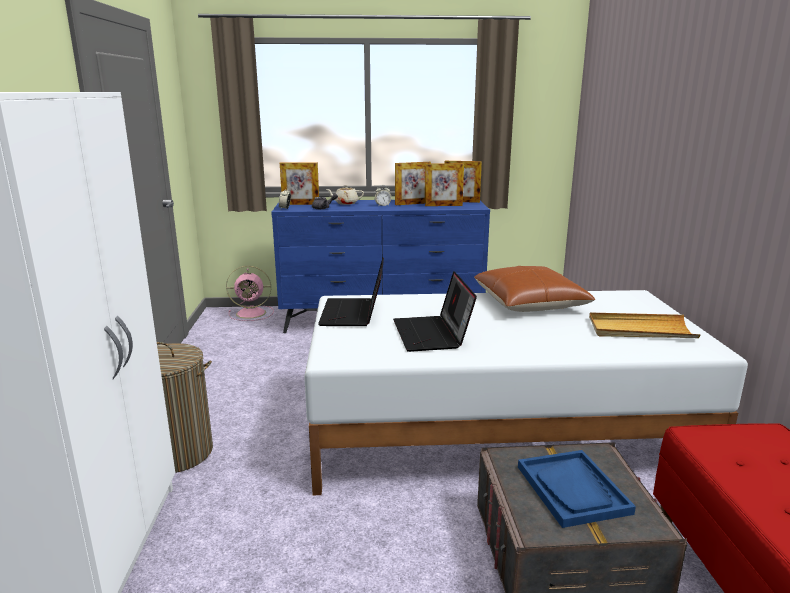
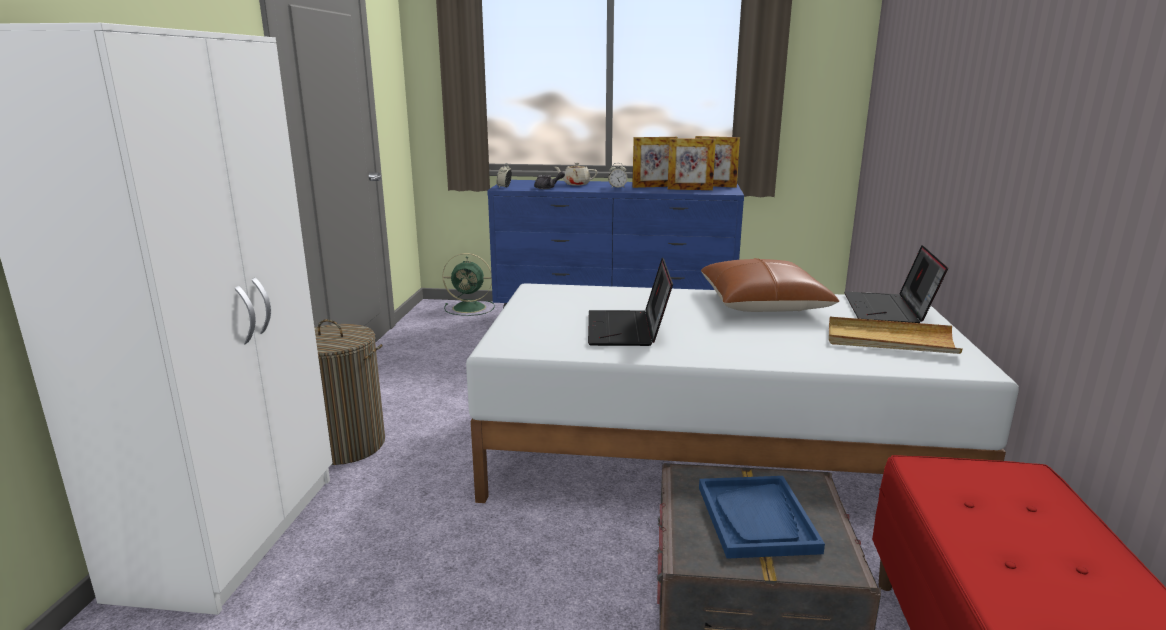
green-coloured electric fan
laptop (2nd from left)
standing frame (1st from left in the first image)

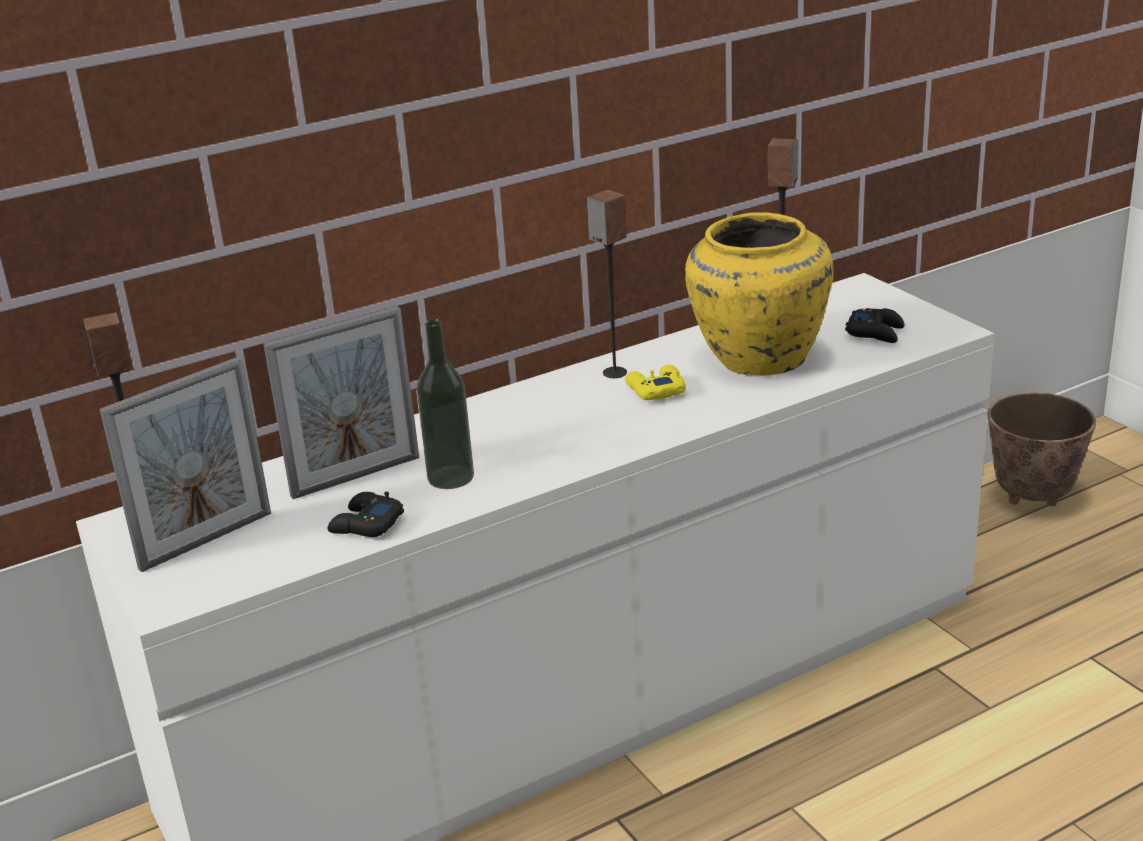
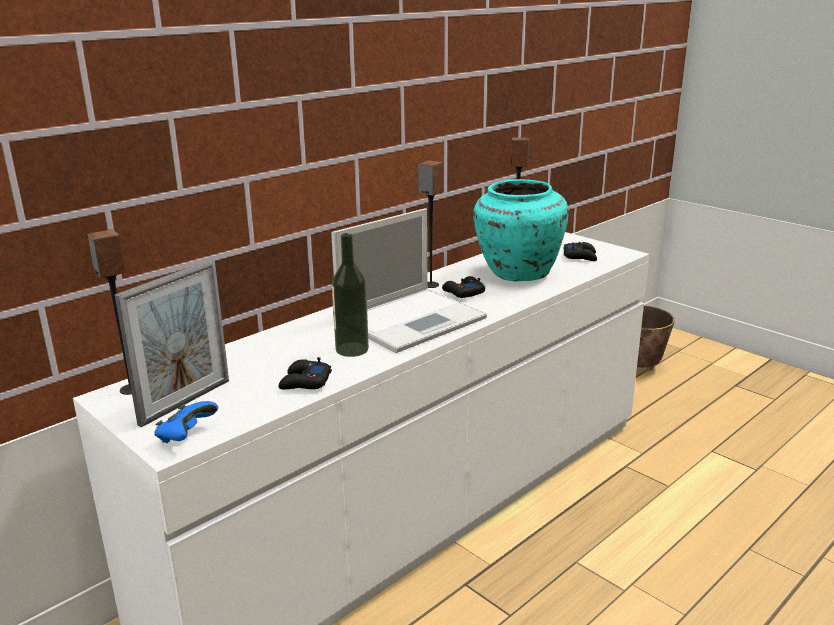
blue joypad
laptop
blackish joypad (2nd from left)
blue-green flower vase
standing frame (2nd from left in the first image)

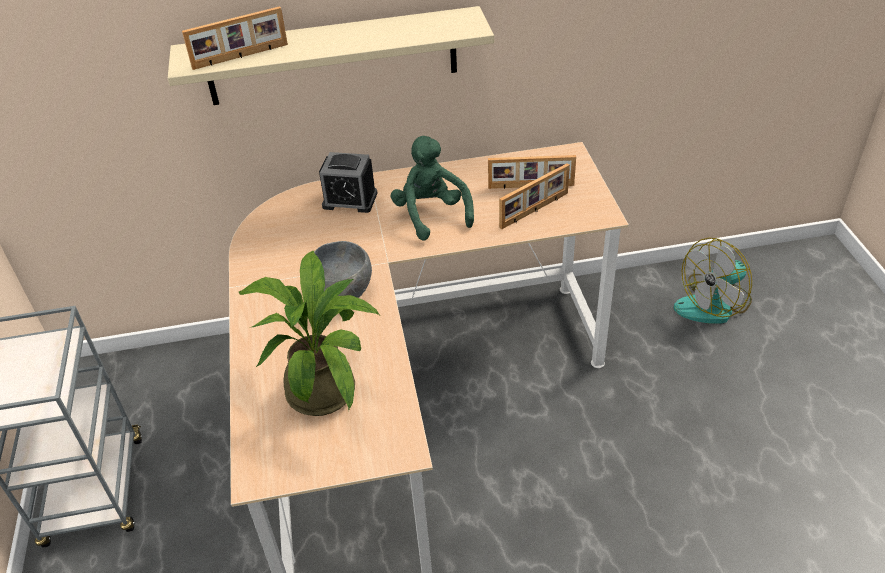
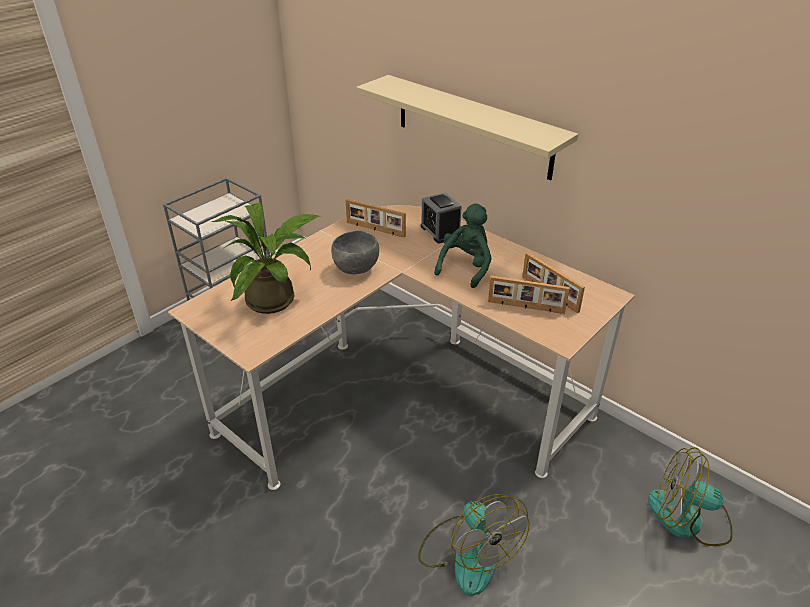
standing frame (1st from left)
electric fan (1st from left)

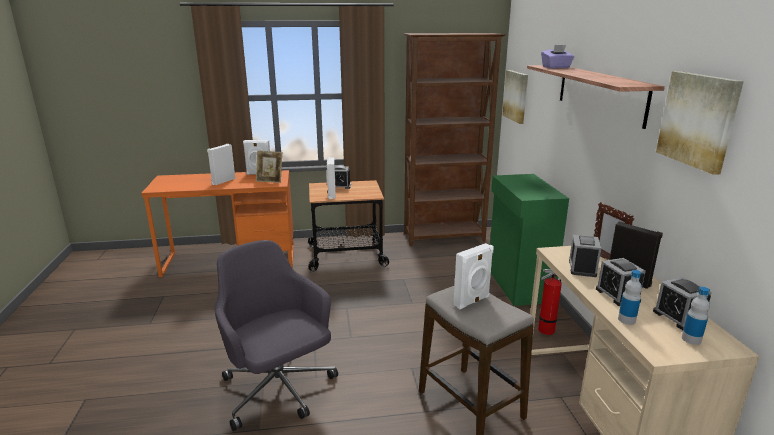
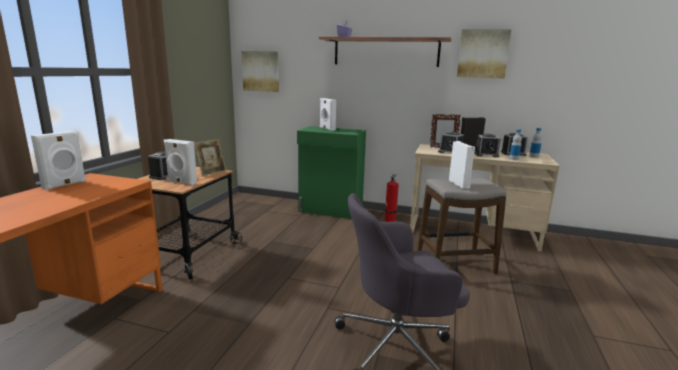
standing frame (1st from left)
white audio speaker (3rd from left)
brownish shelving unit

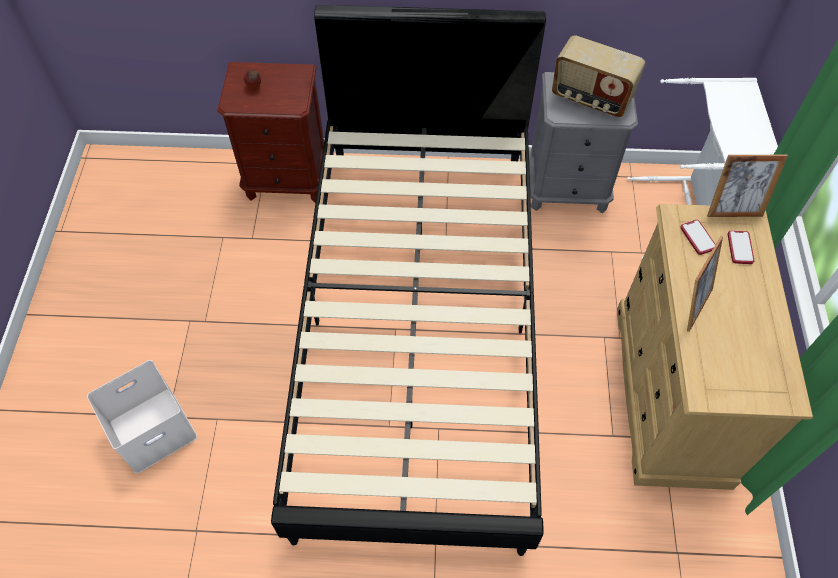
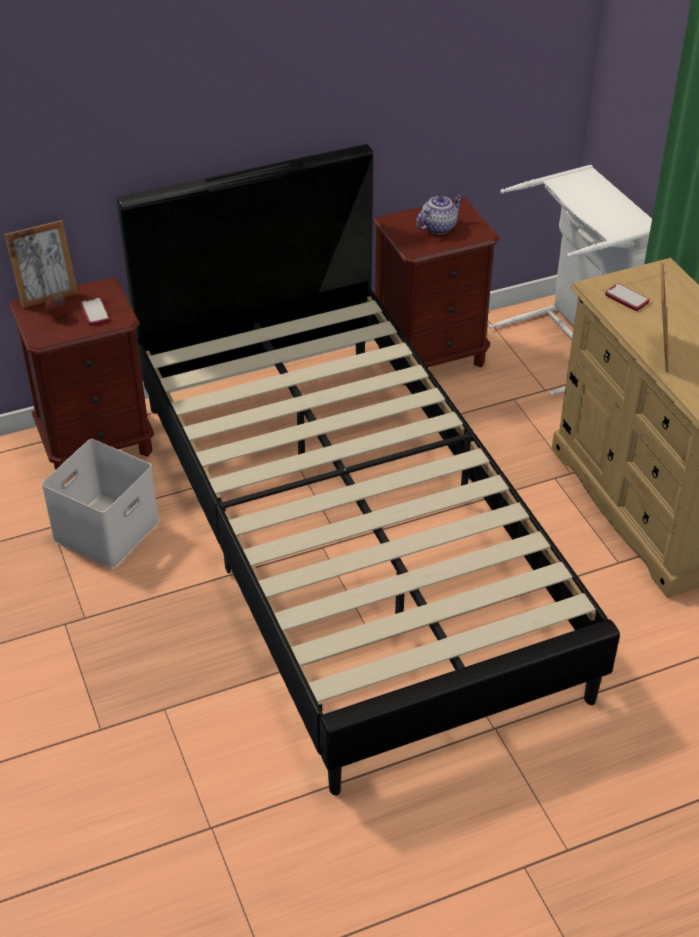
standing frame (1st from left)
white storage container
handset (1st from left)
brownish nightstand (2nd from left)
pot for tea

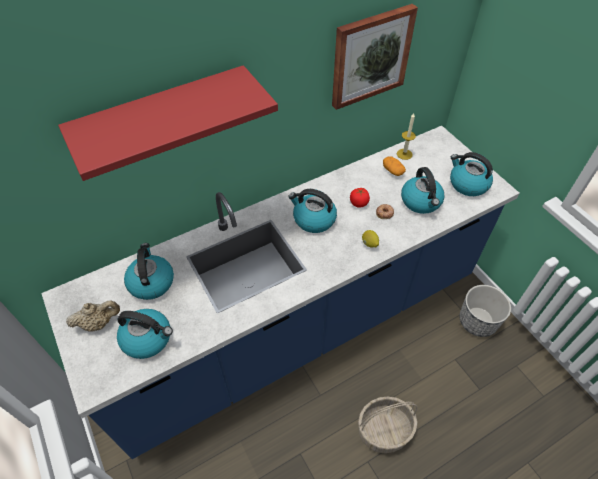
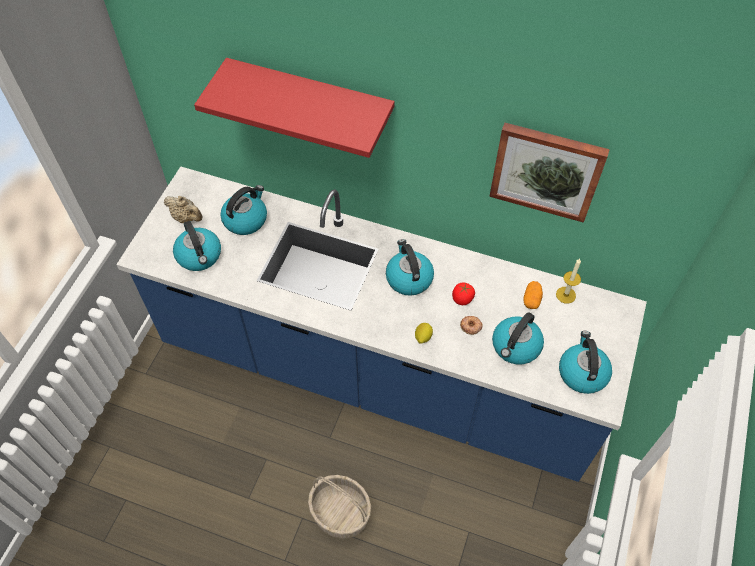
flower pot

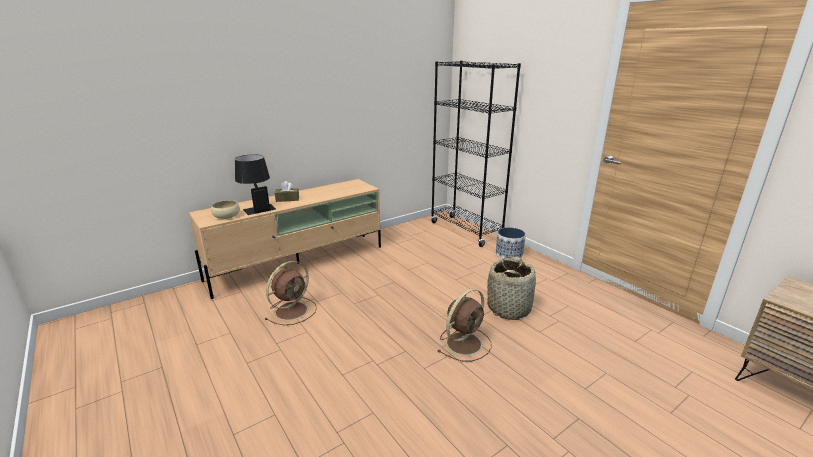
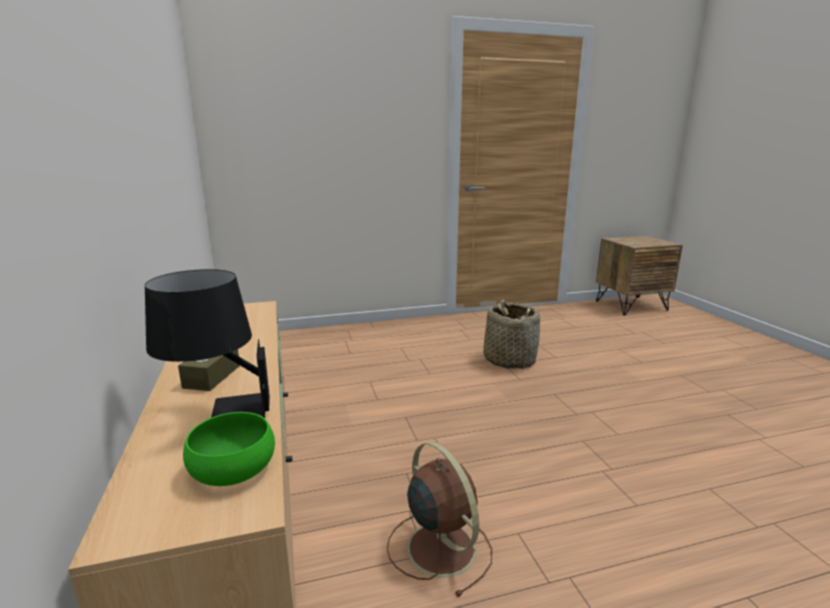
green-coloured serving bowl
blackish shelving unit
brownish electric fan (2nd from left in the first image)
flower pot

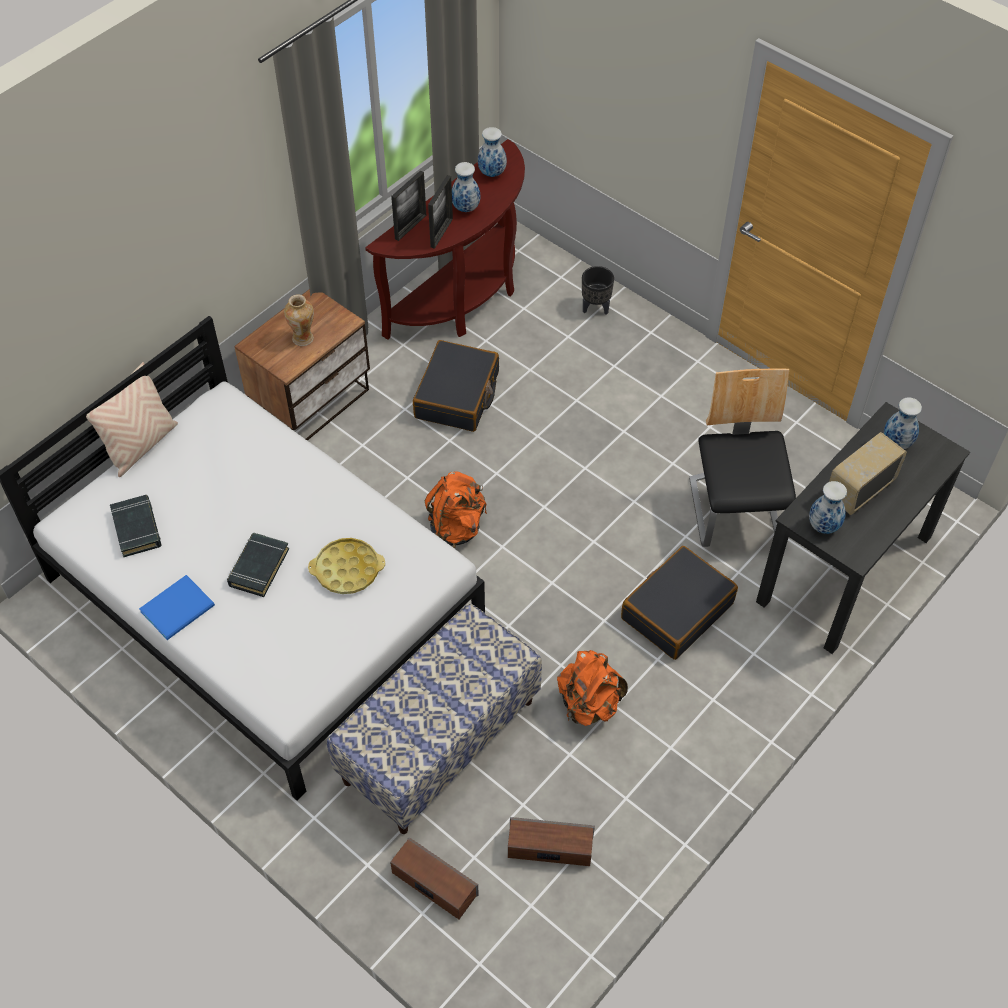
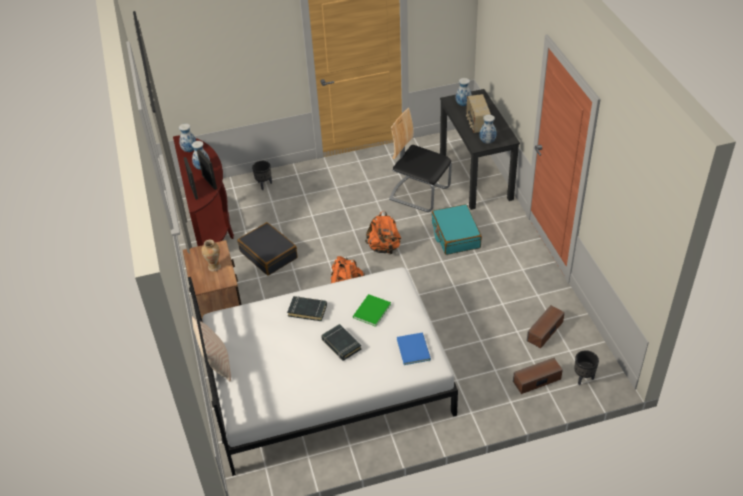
blackish book (1st from left)
green-coloured book
orangey knapsack (2nd from left)
blue book
blue-green suitcase
blackish flower pot (2nd from left)
long seat

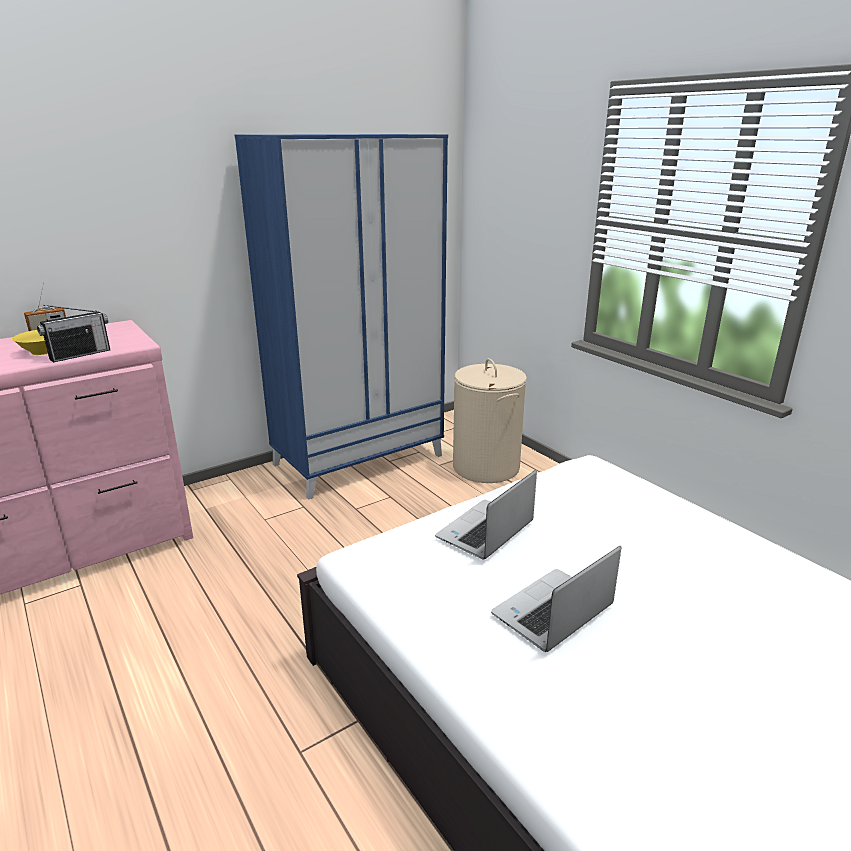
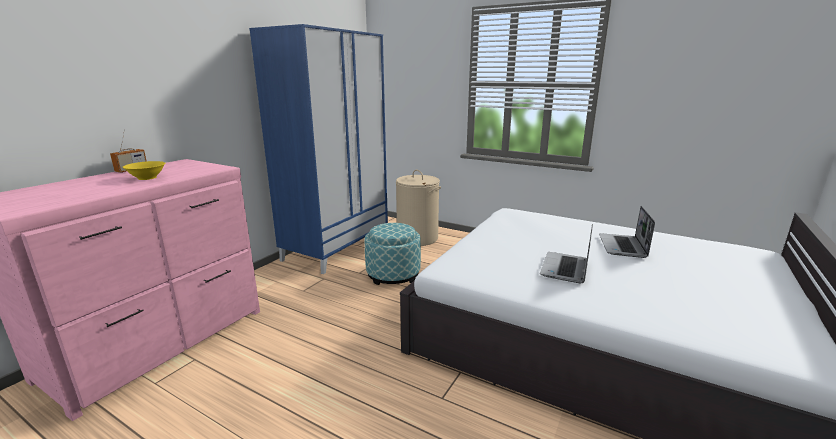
pouffe
laptop (2nd from left)
radio (2nd from left in the first image)

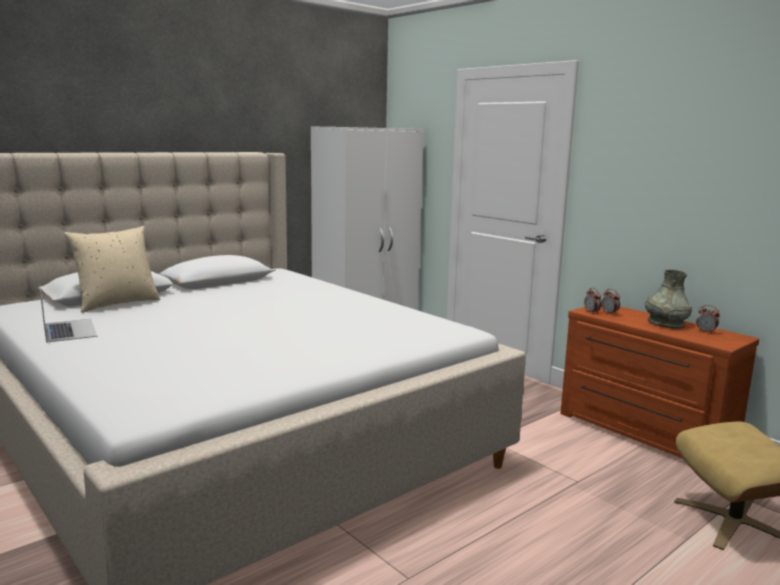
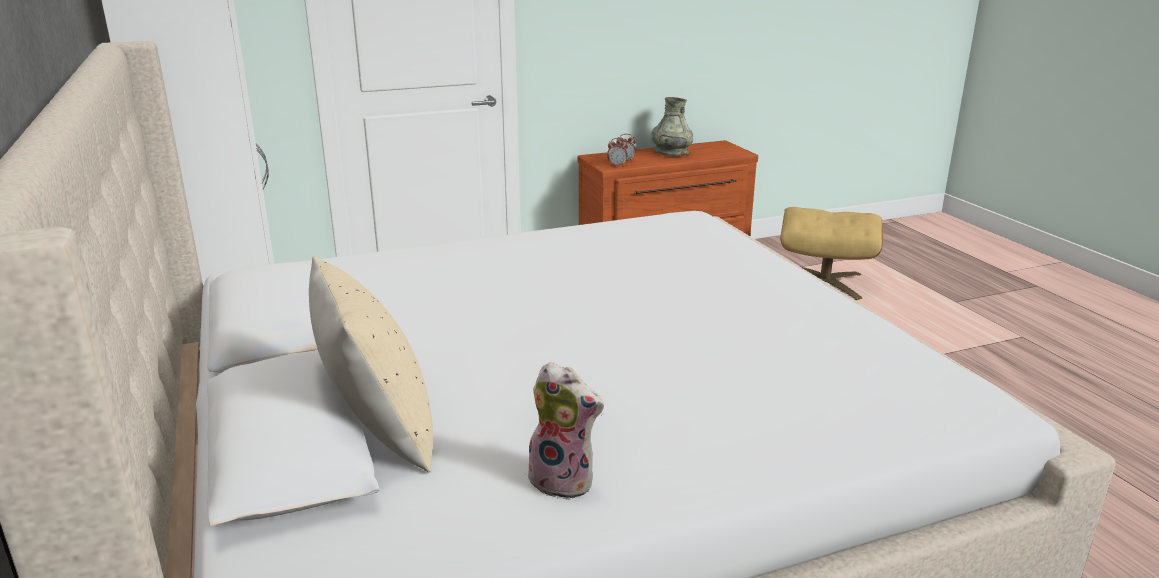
plush toy
alarm clock (3rd from left in the first image)

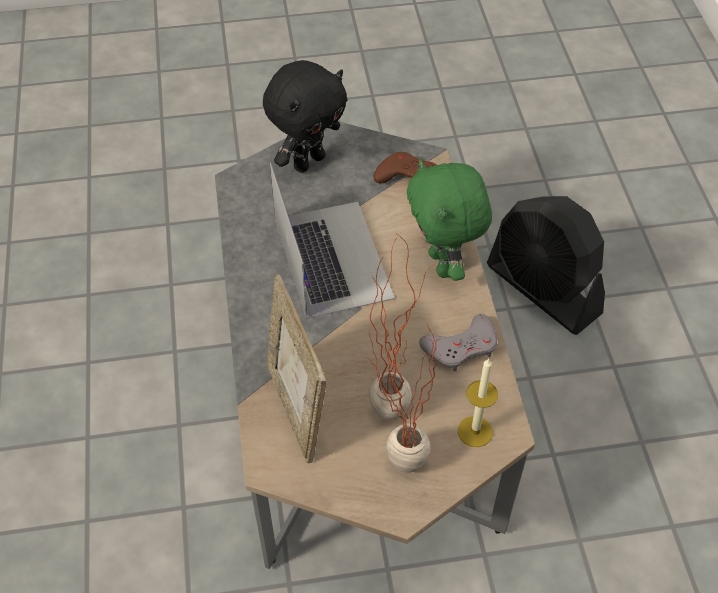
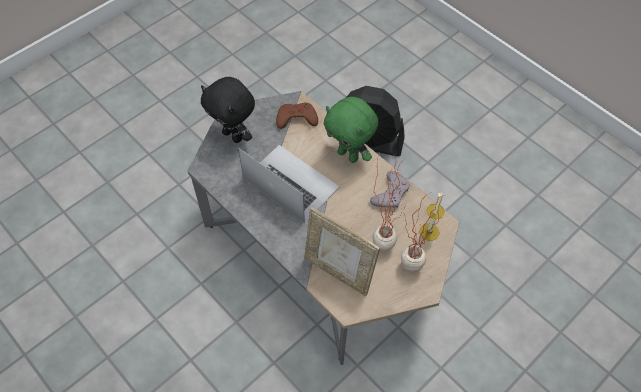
blackish plush toy

